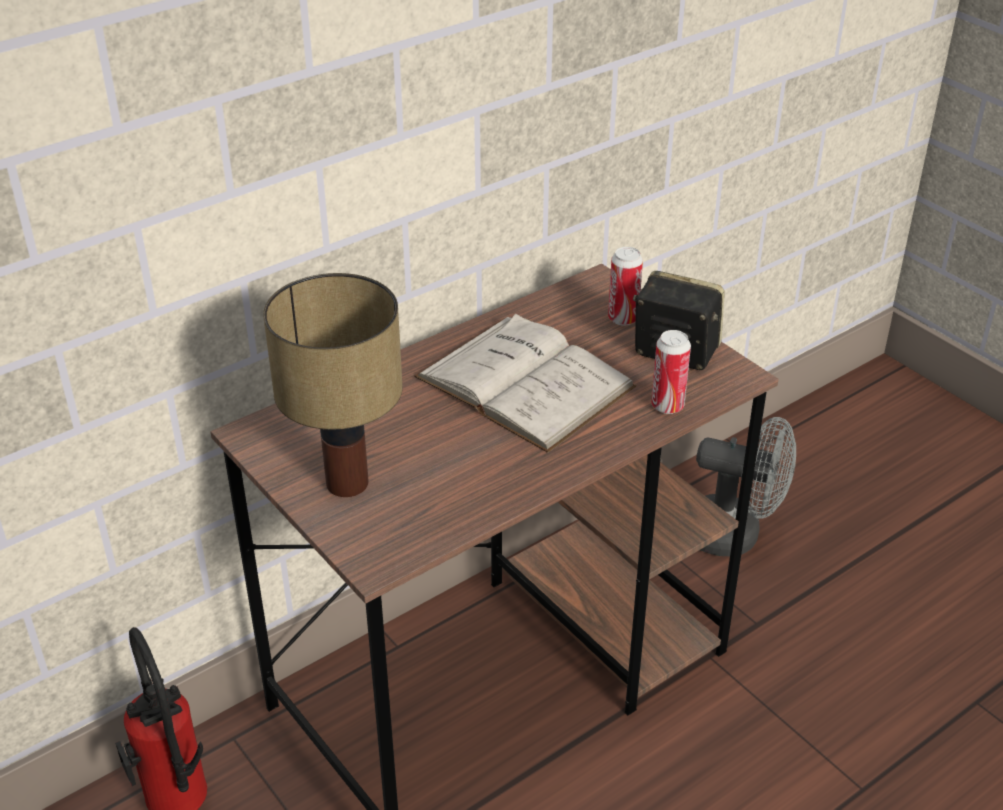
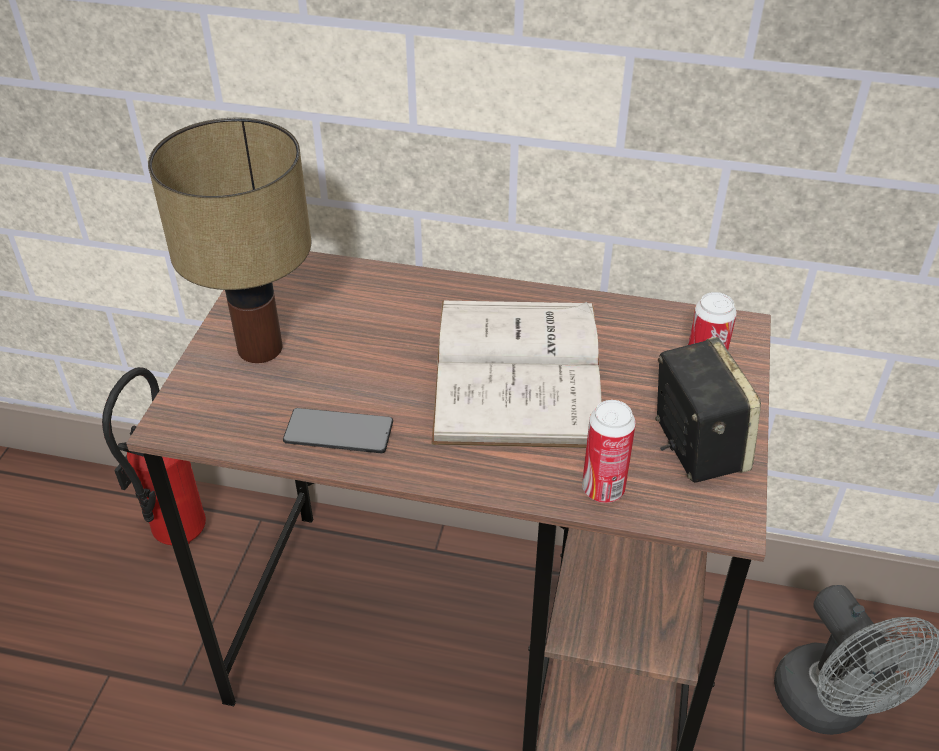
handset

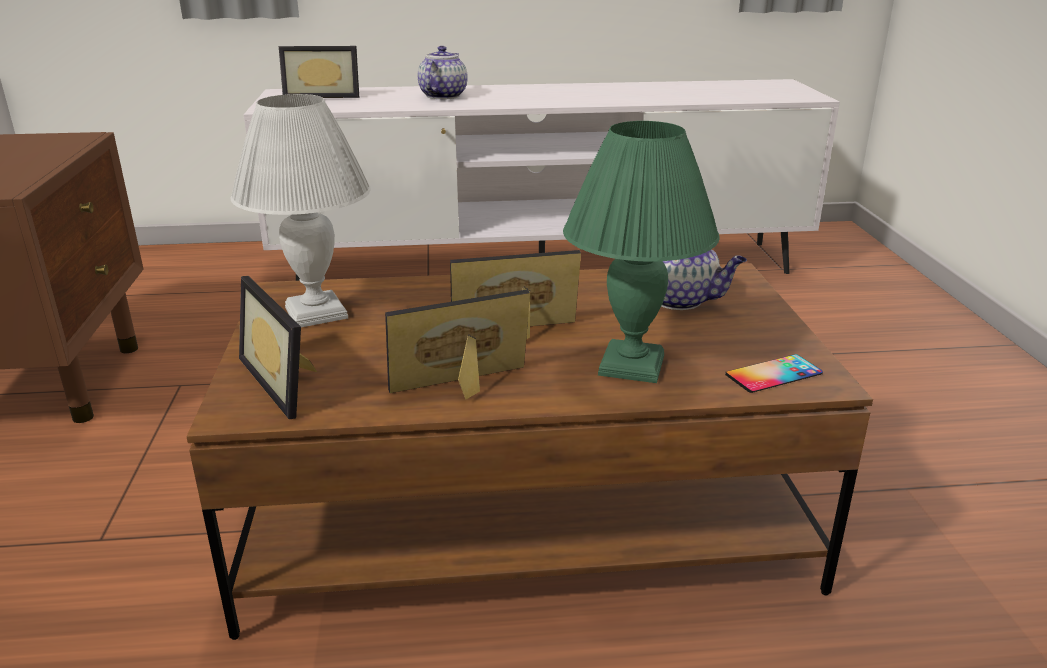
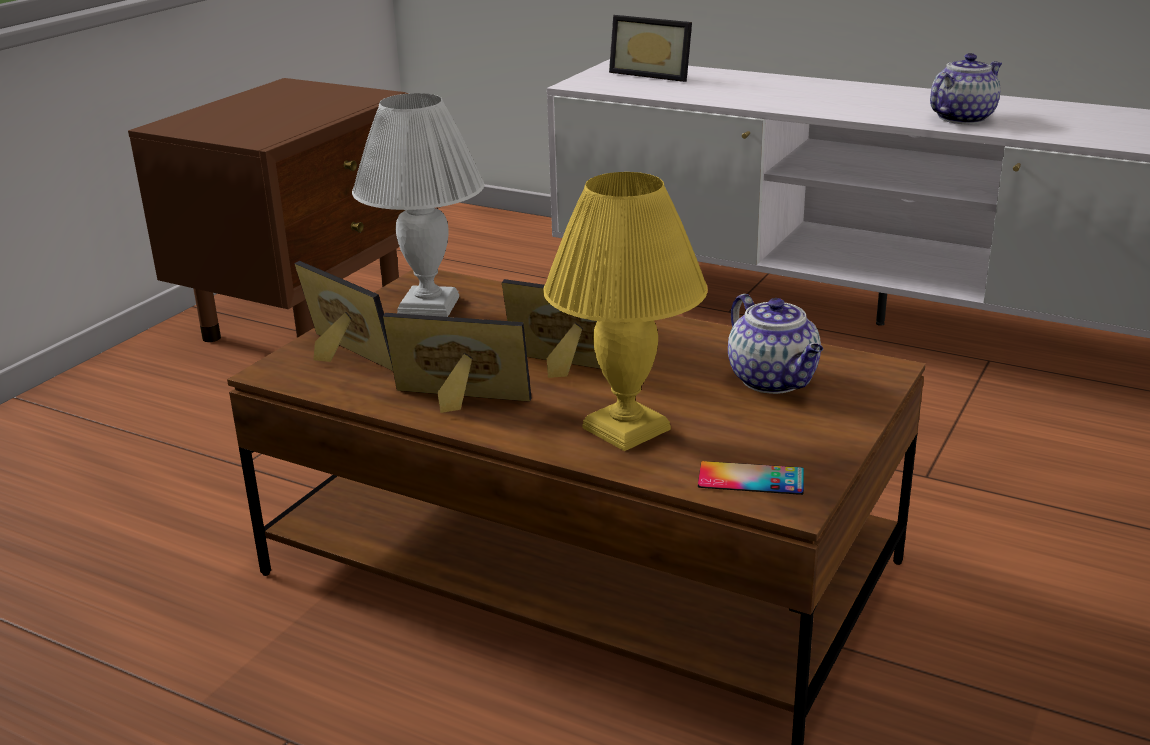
standing frame (1st from left)
yellow table lamp
pot for tea (2nd from left)

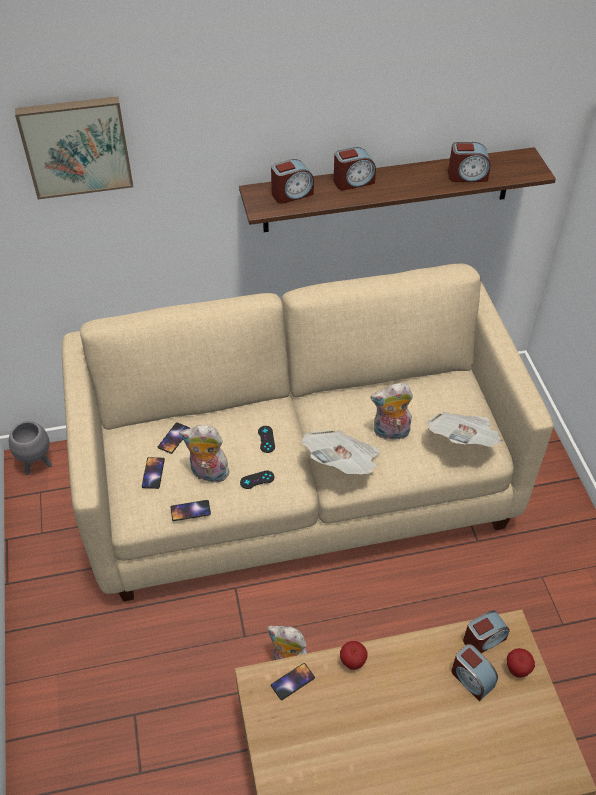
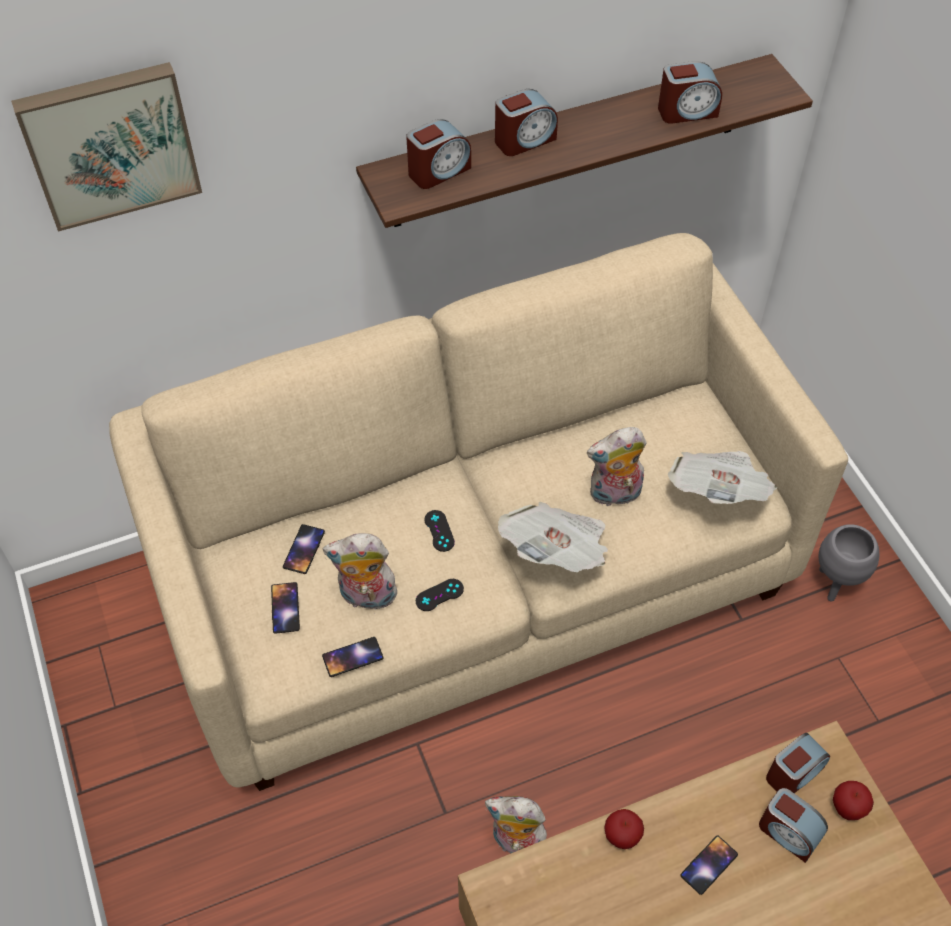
handset (4th from left)
greyish flower pot

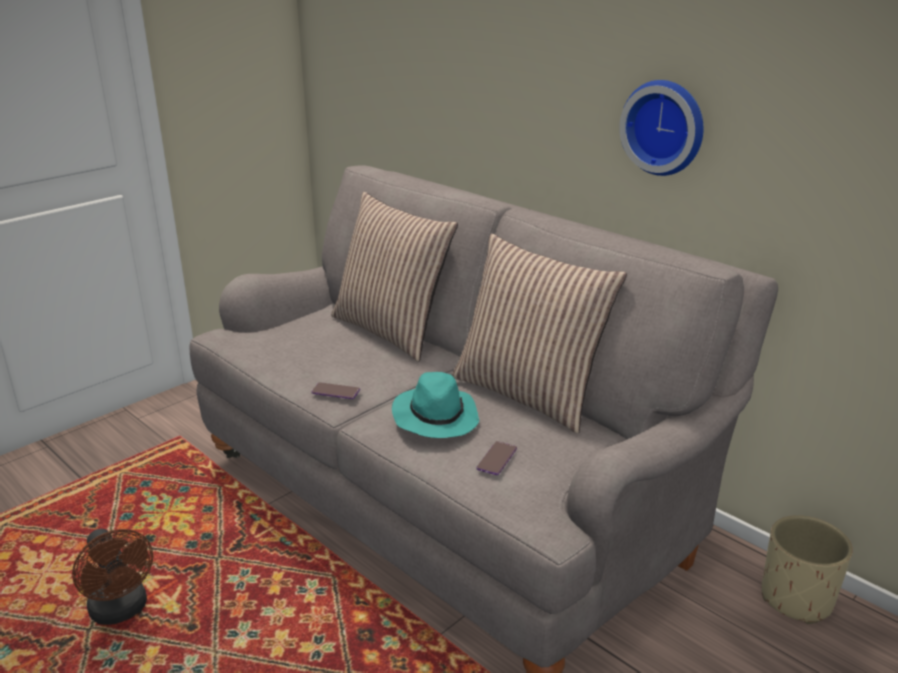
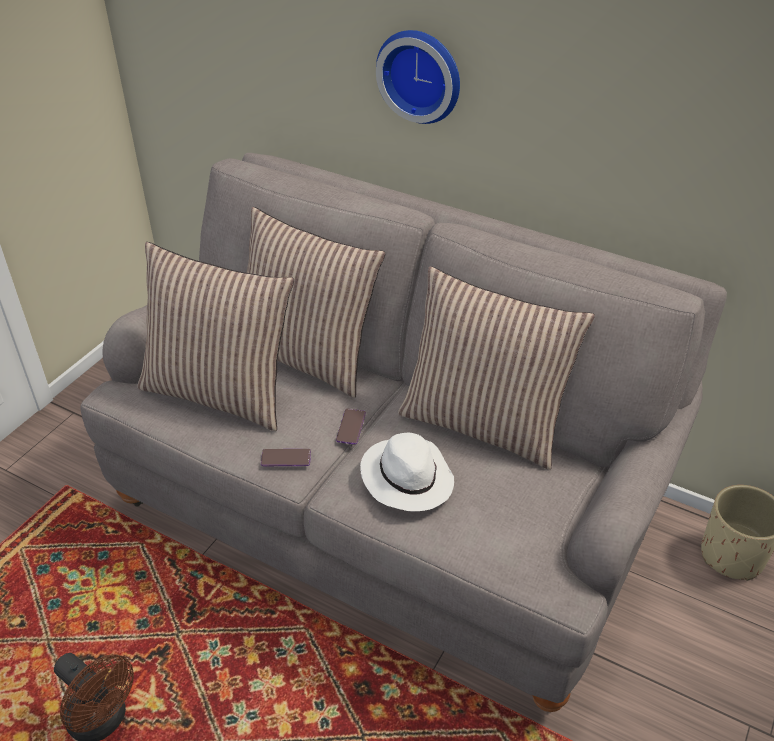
pillow (1st from left)
handset (2nd from left)
white wearable hat
clock on the wall

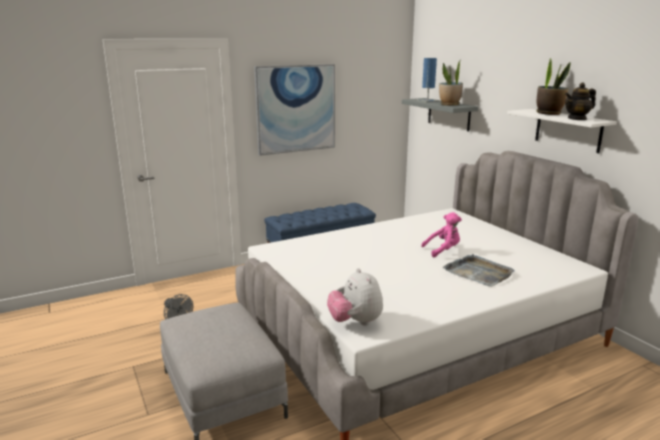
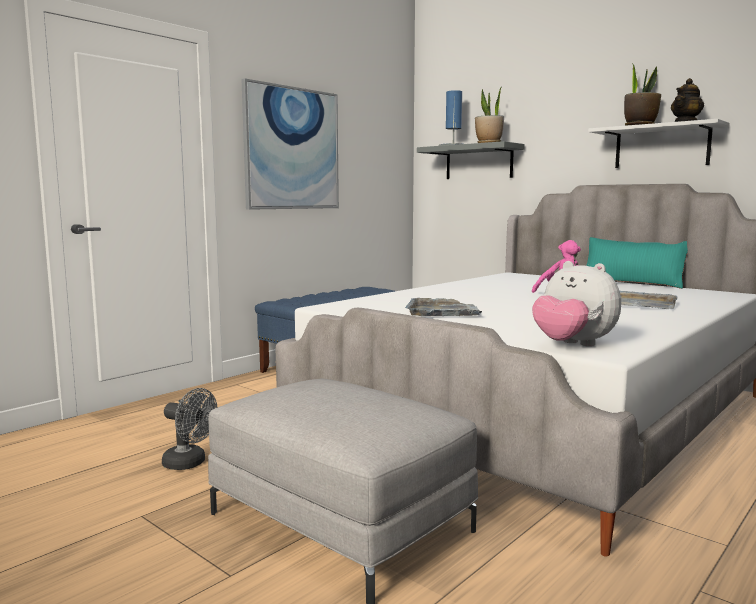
greyish serving tray (1st from left)
blue-green pillow

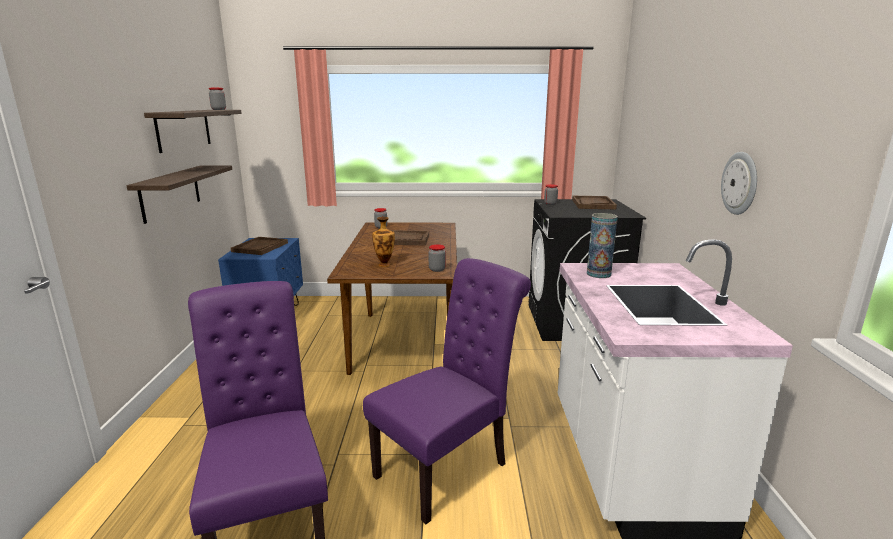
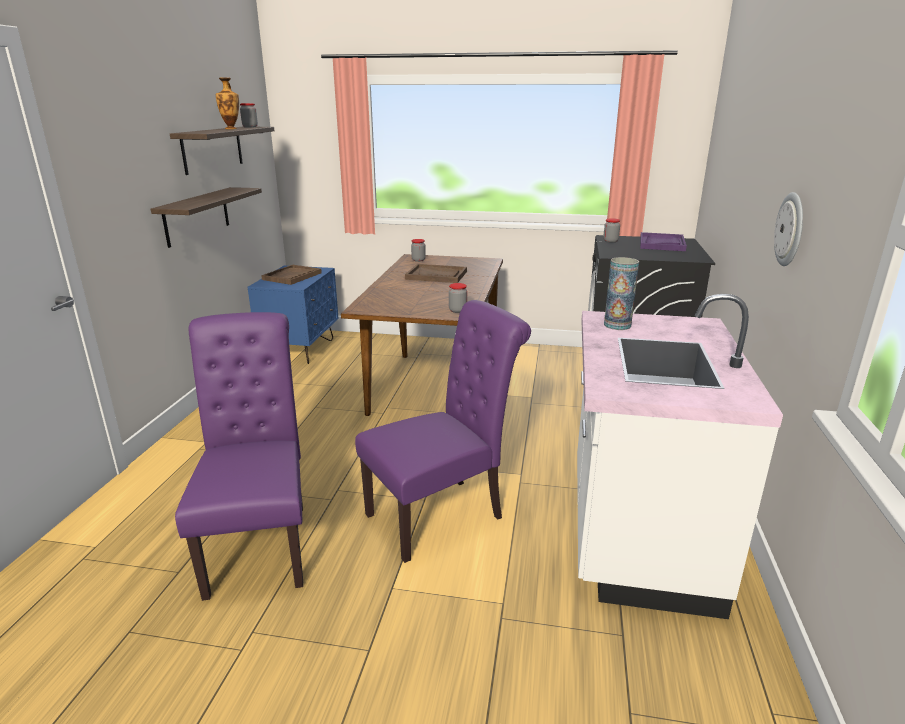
flower vase (1st from left)
purple-coloured serving tray

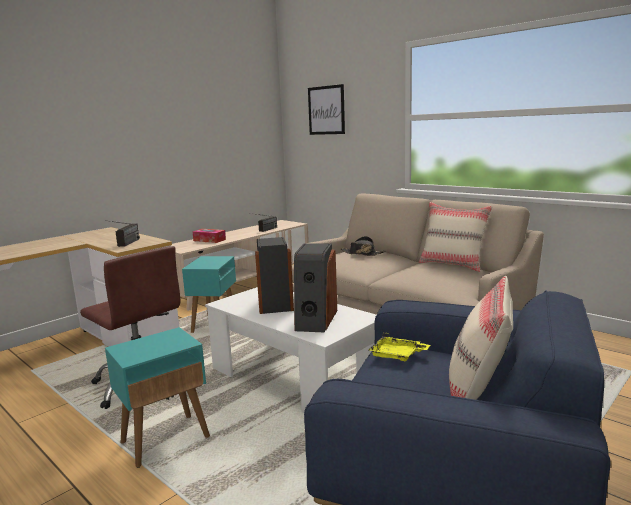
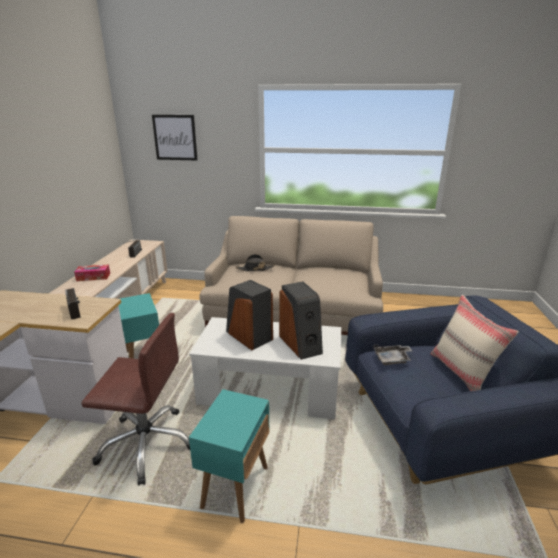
greyish serving tray
sand-coloured pillow (1st from left in the first image)

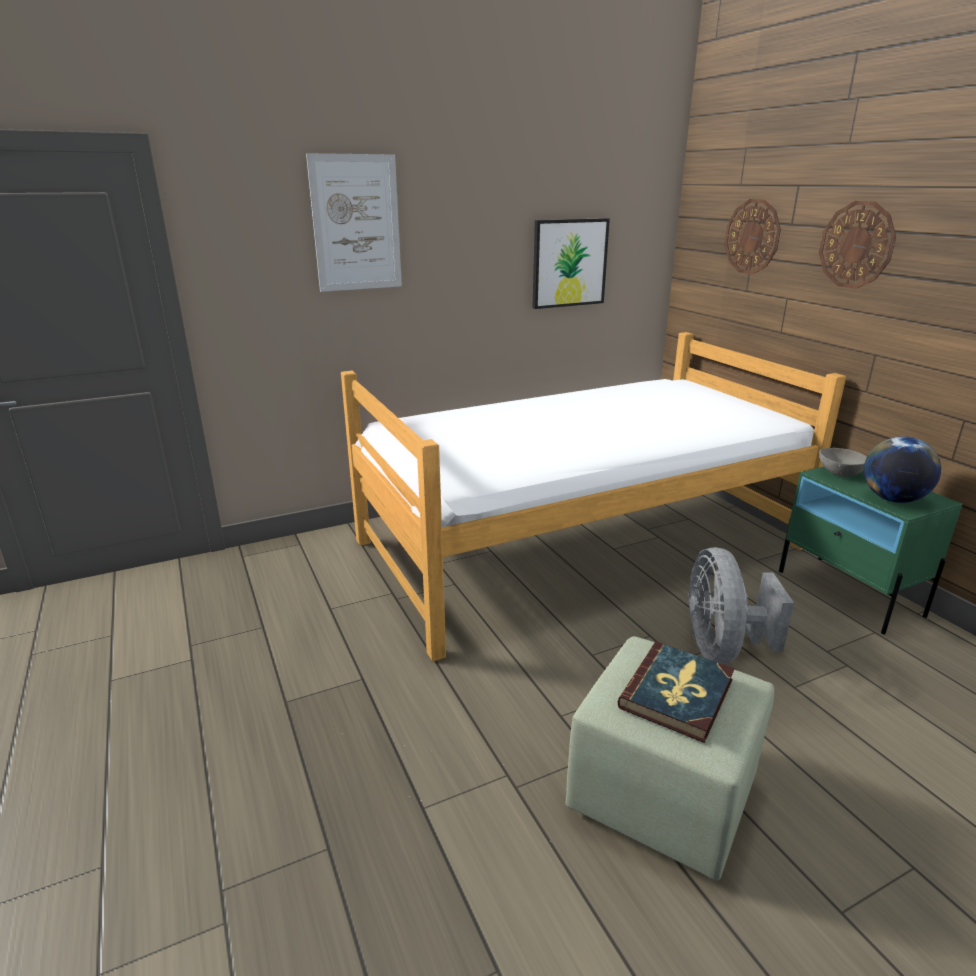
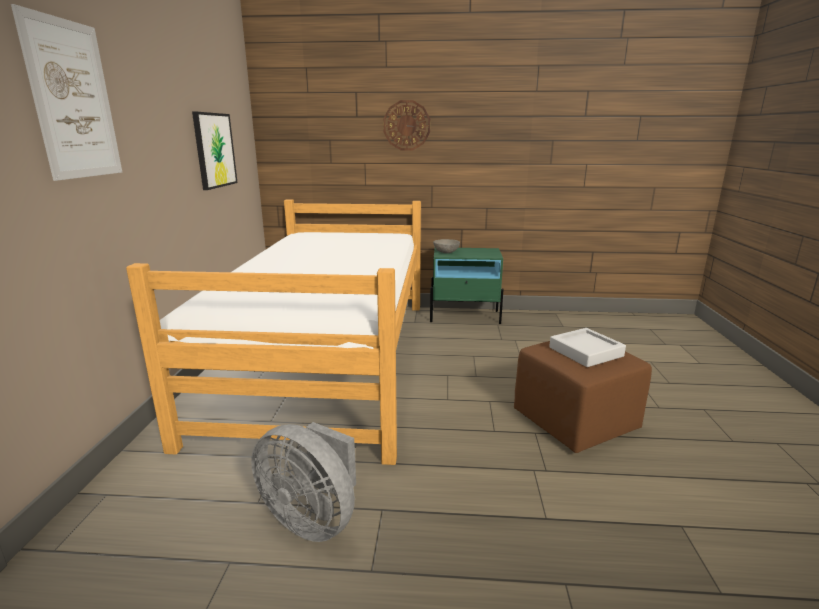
greyish electric fan
brownish pouffe
greyish serving tray
clock on the wall (1st from left in the first image)
world globe

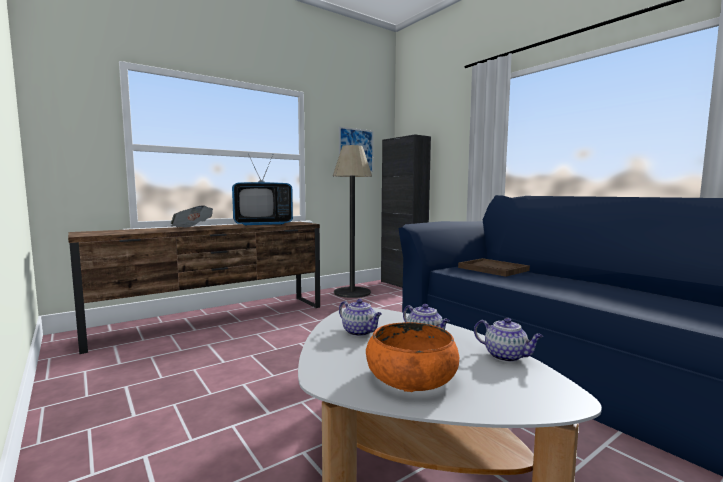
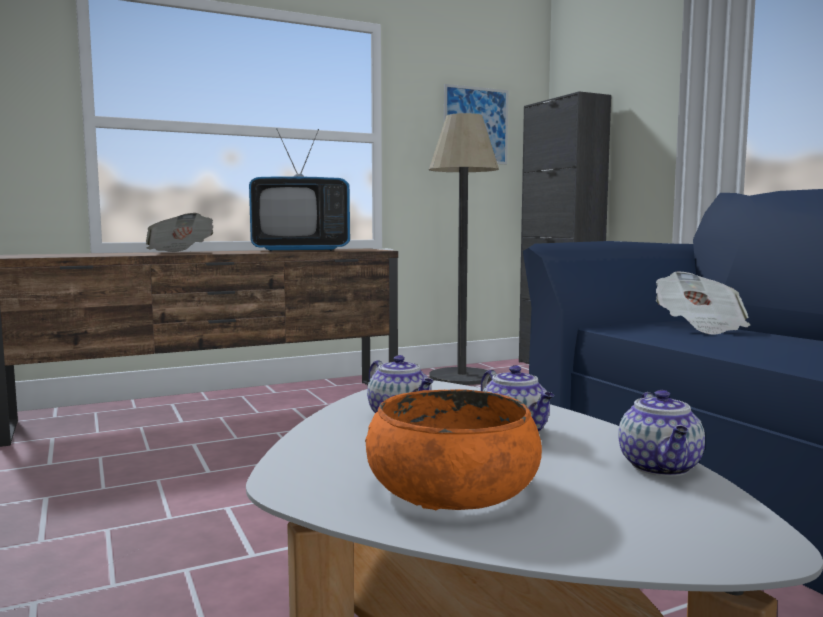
pot for tea (3rd from left)
printed paper (2nd from left)

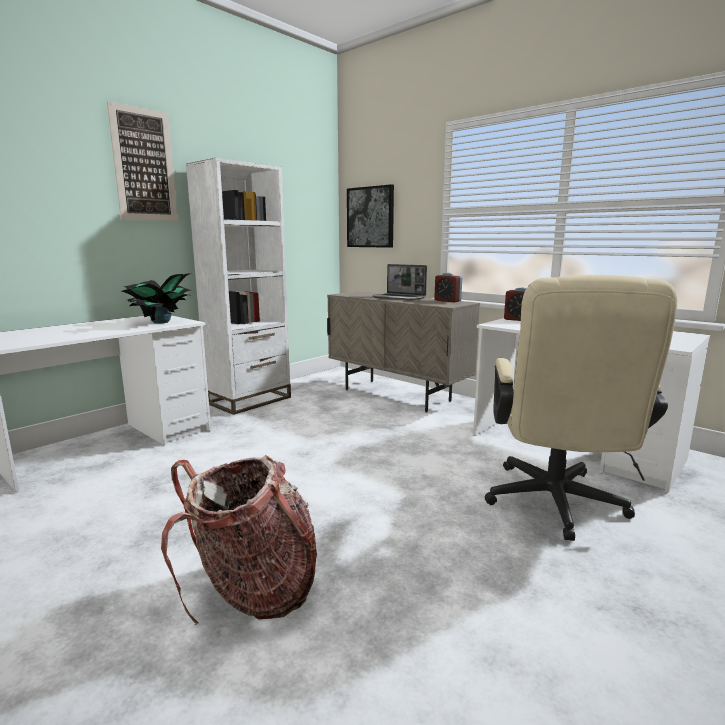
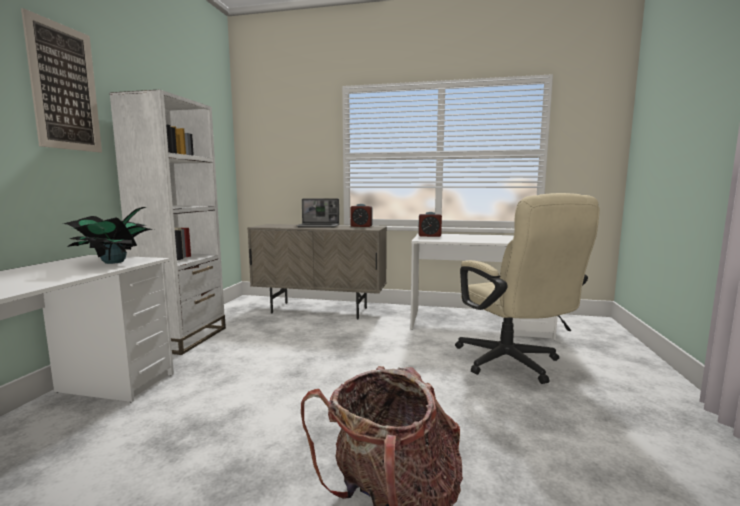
wall art (2nd from left in the first image)

